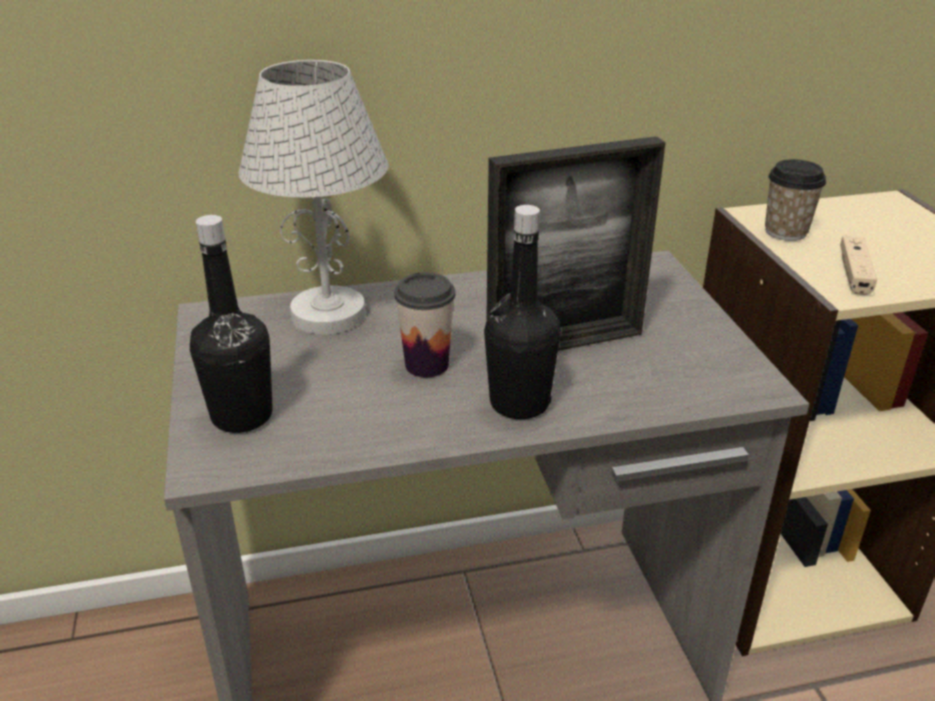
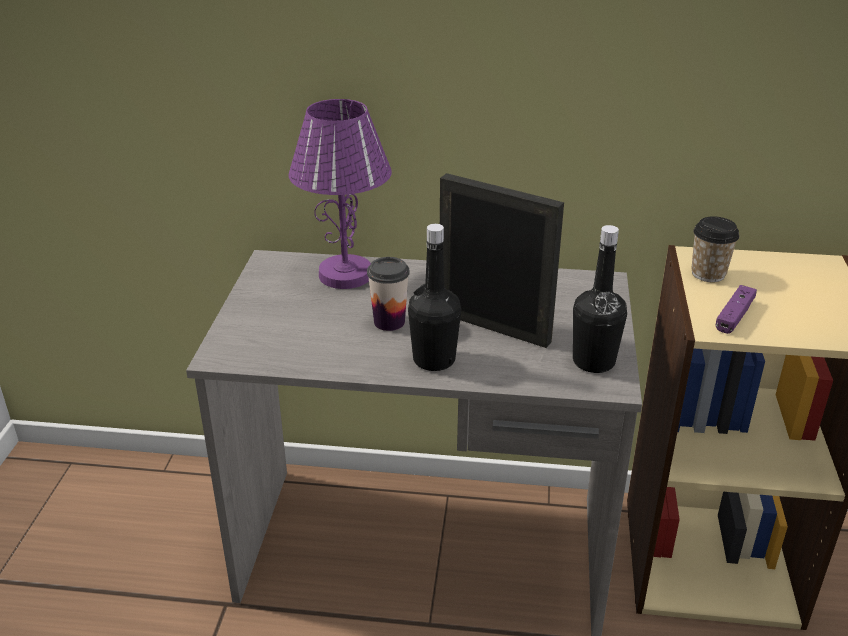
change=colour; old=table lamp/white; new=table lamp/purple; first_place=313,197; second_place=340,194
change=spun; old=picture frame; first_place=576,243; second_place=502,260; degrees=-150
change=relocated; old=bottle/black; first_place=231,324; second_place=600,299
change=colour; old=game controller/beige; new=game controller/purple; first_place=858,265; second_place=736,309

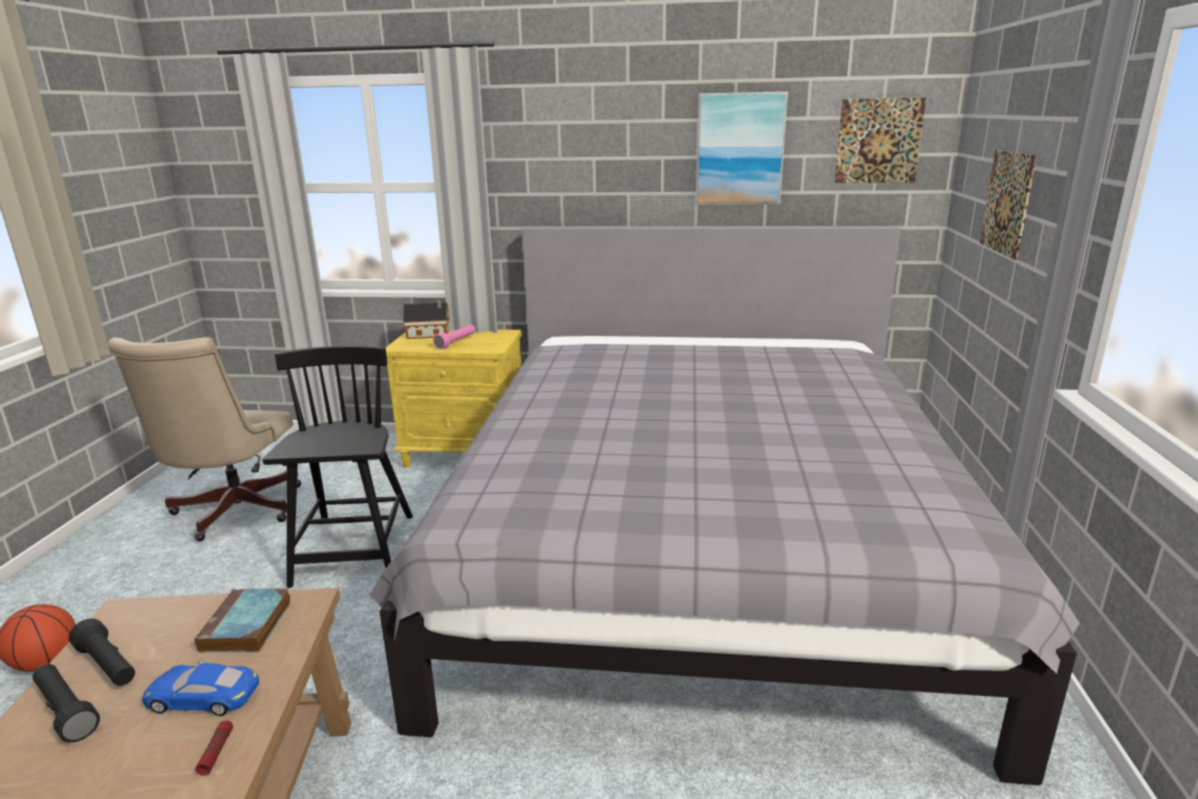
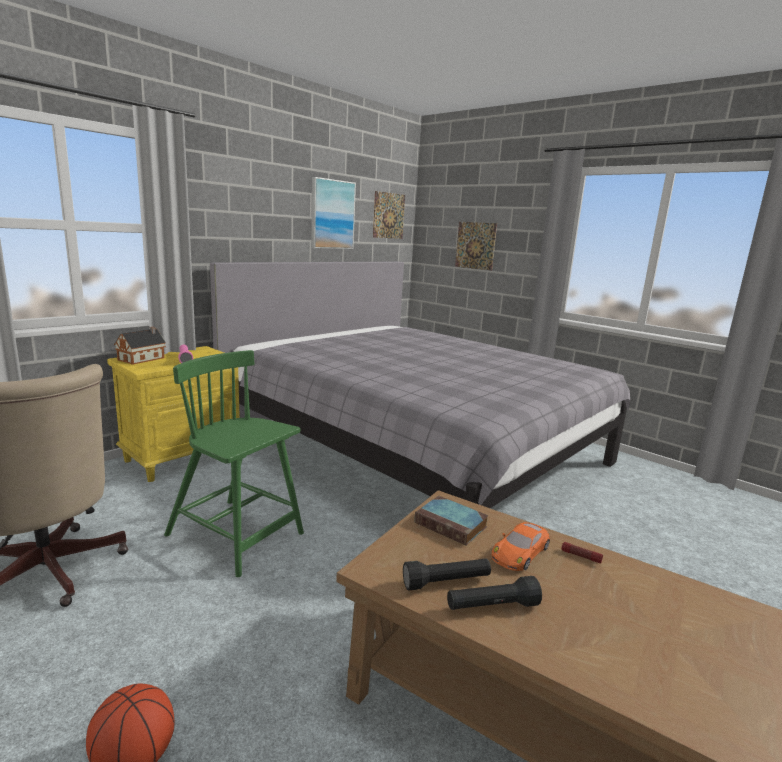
change=colour; old=chair/black; new=chair/green; first_place=337,467; second_place=234,463
change=colour; old=toy car/blue; new=toy car/orange; first_place=200,688; second_place=521,546

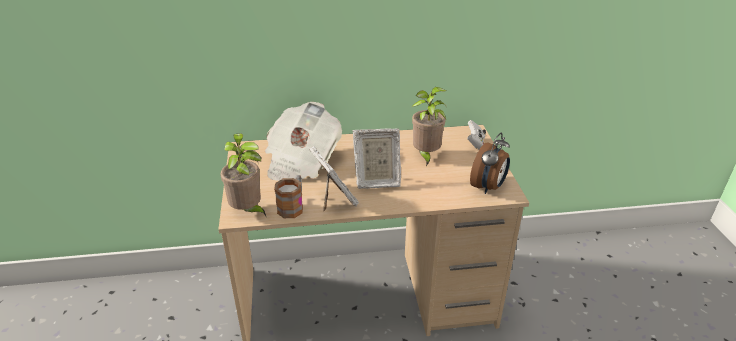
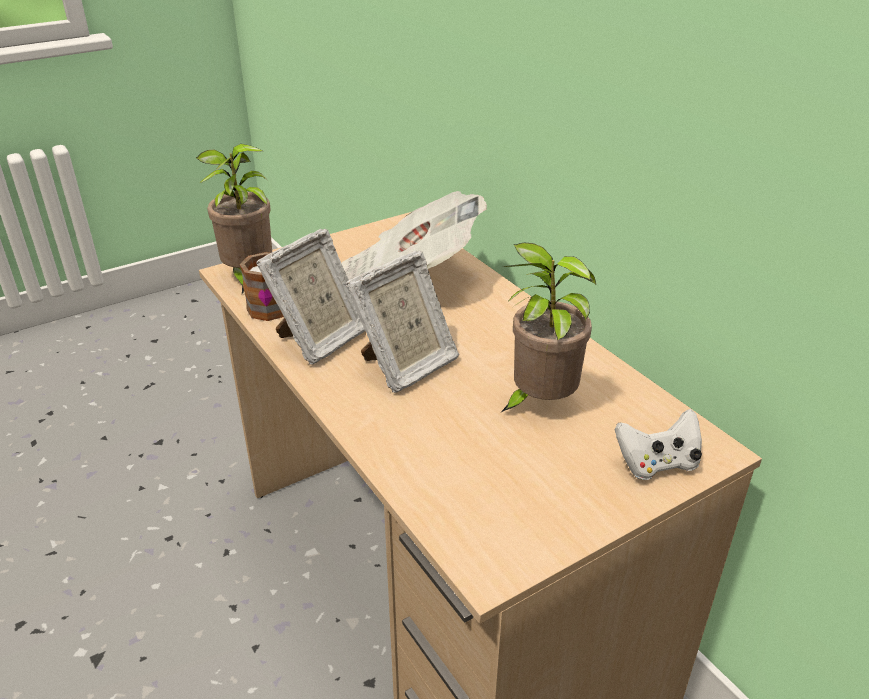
change=spun; old=picture frame; first_place=377,158; second_place=402,322; degrees=-105
change=missing; old=alarm clock; first_place=490,163

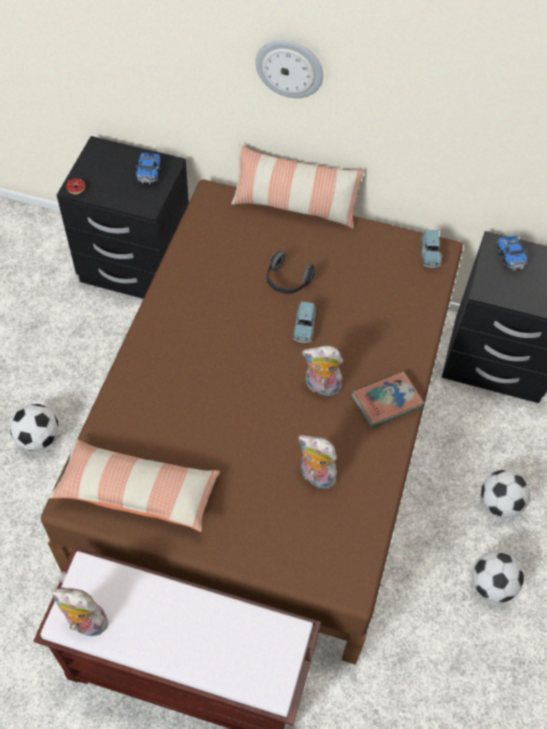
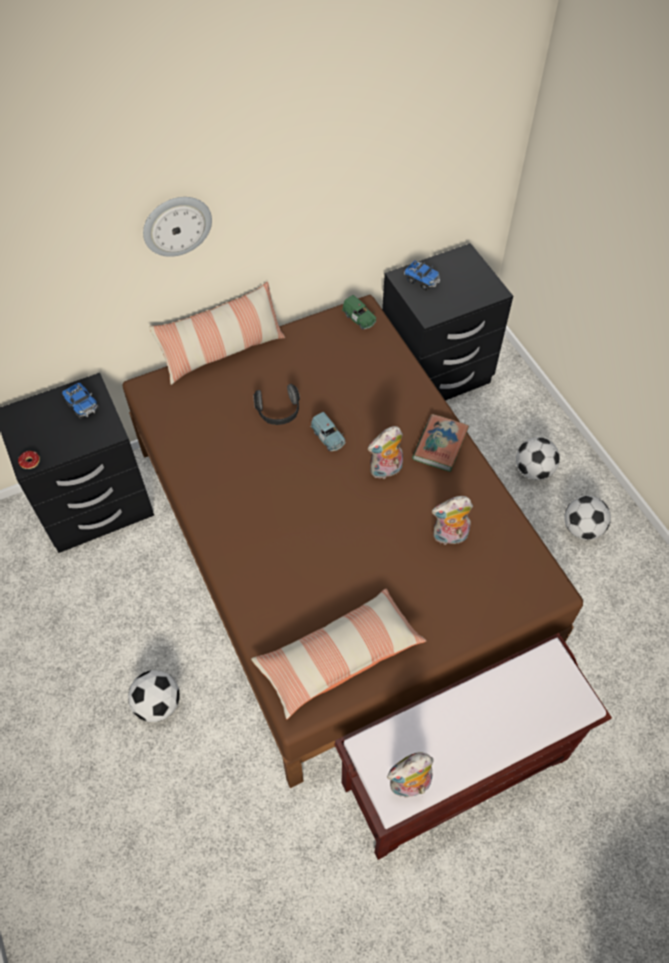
change=colour; old=toy car/blue; new=toy car/green; first_place=432,249; second_place=359,312

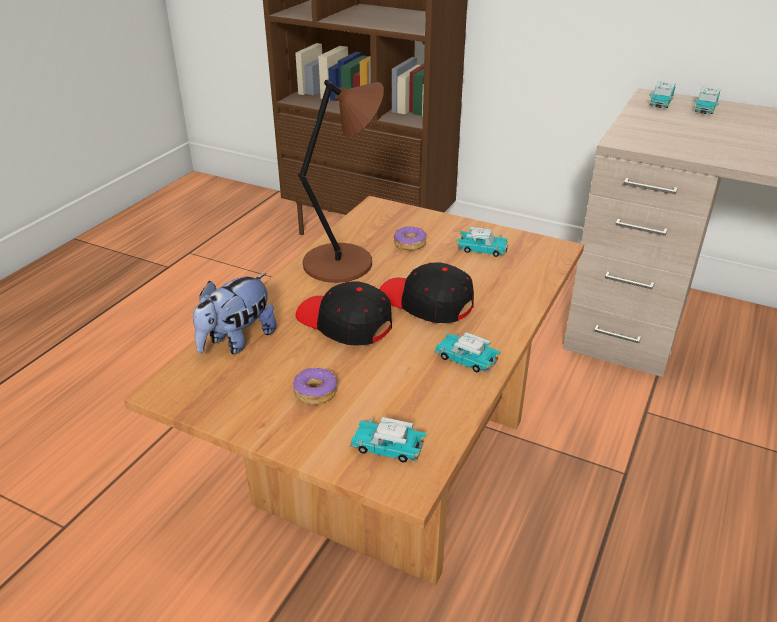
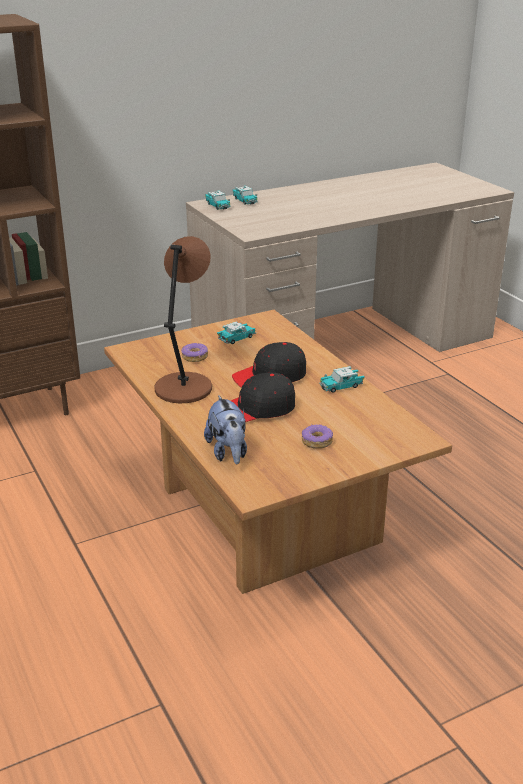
change=missing; old=toy car; first_place=388,439

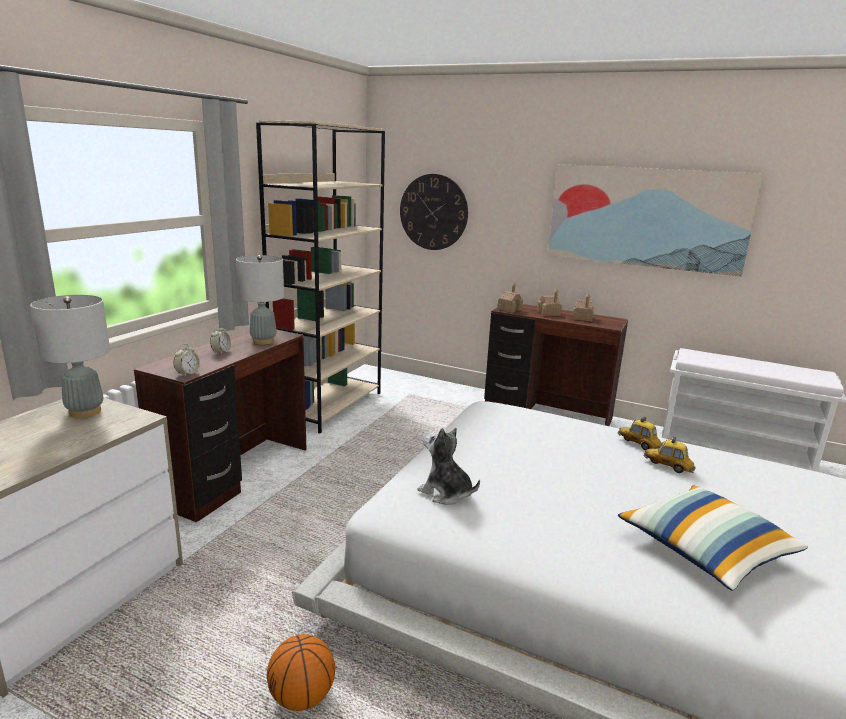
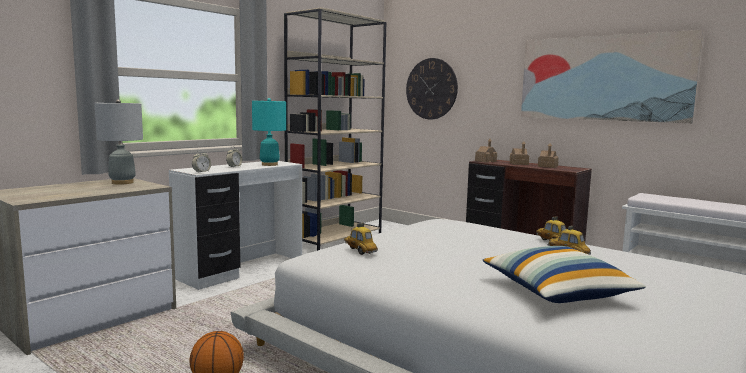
change=colour; old=desk/brown; new=desk/white; first_place=220,426; second_place=235,225
change=colour; old=table lamp/grey; new=table lamp/turquoise; first_place=260,300; second_place=269,132
change=exchanged; old=plush toy; new=toy car; first_place=449,466; second_place=361,239

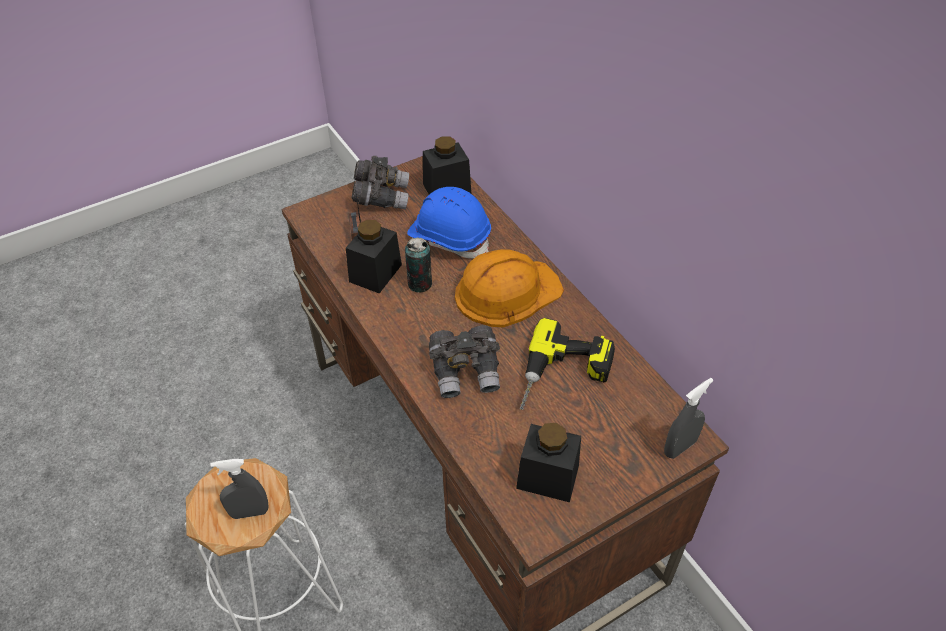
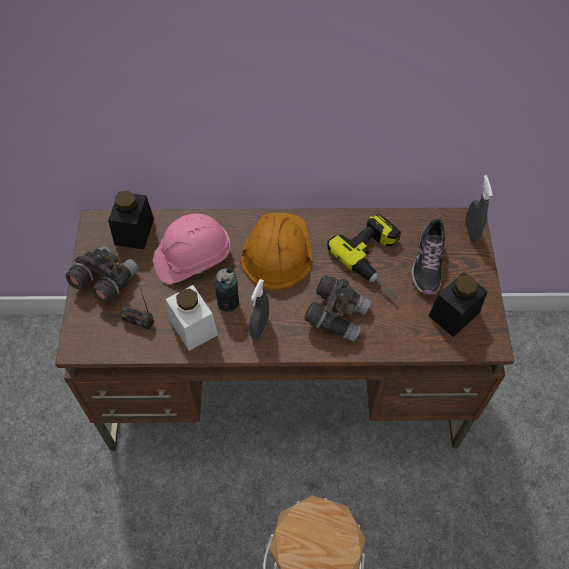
change=colour; old=hard hat/blue; new=hard hat/pink; first_place=449,223; second_place=192,249
change=colour; old=jar/black; new=jar/white; first_place=374,256; second_place=192,318
change=relocated; old=spray bottle/grey; first_place=239,489; second_place=259,309
change=appeared; new=shoe; second_place=428,255

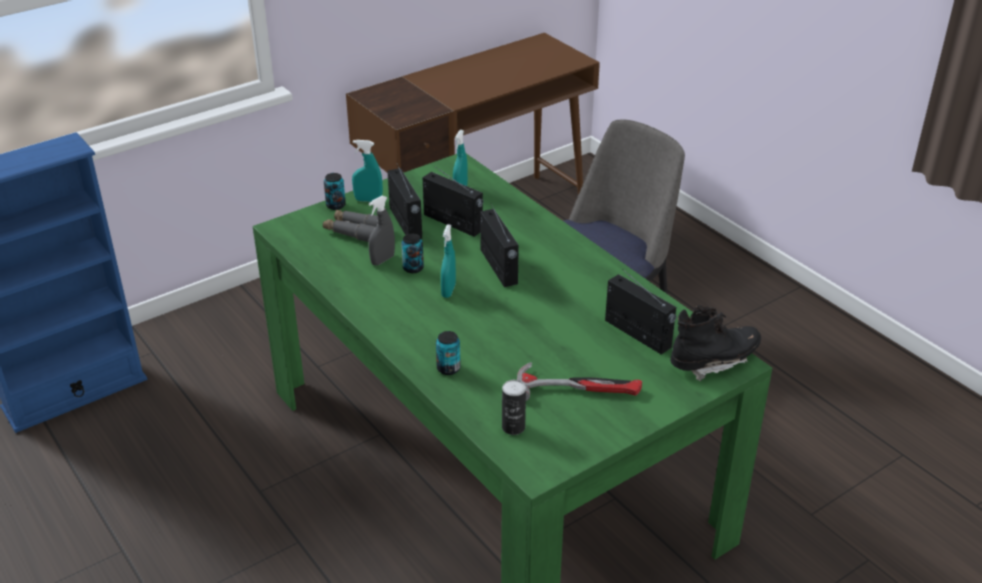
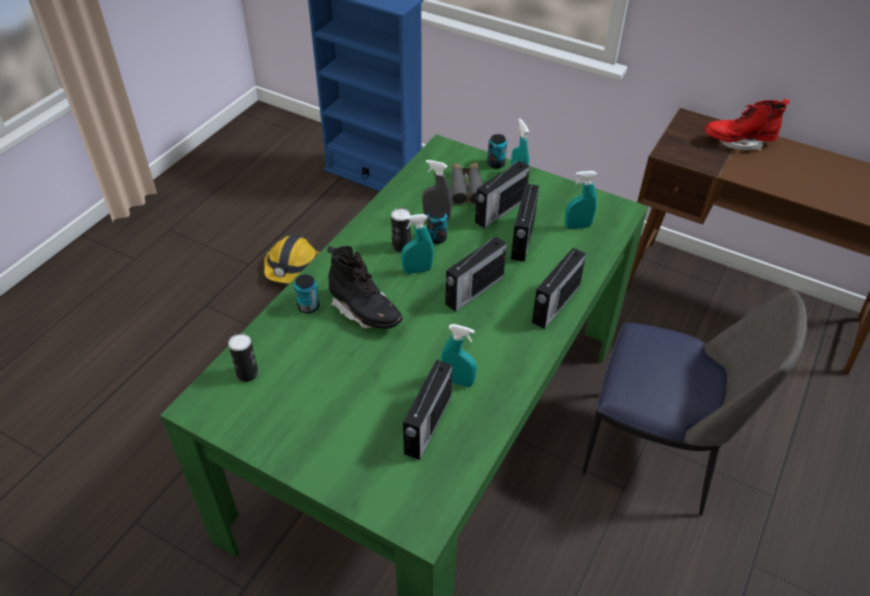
change=appeared; new=hard hat; second_place=291,259
change=relocated; old=boot/black; first_place=715,343; second_place=365,287
change=appeared; new=can; second_place=401,230
change=appeared; new=spray bottle/turquoise; second_place=459,355
change=appeared; new=radio; second_place=559,288
change=appeared; new=boot/red; second_place=747,125
change=missing; old=hammer; first_place=579,381

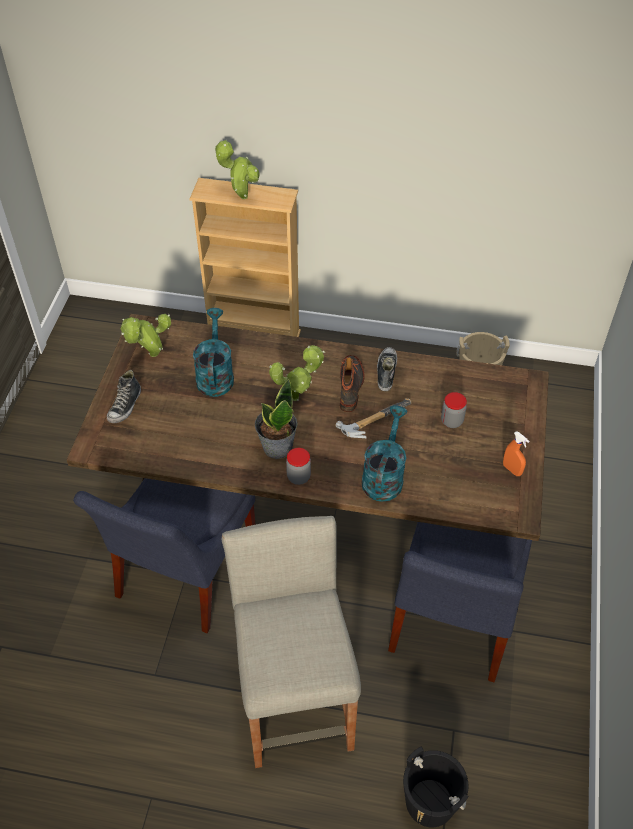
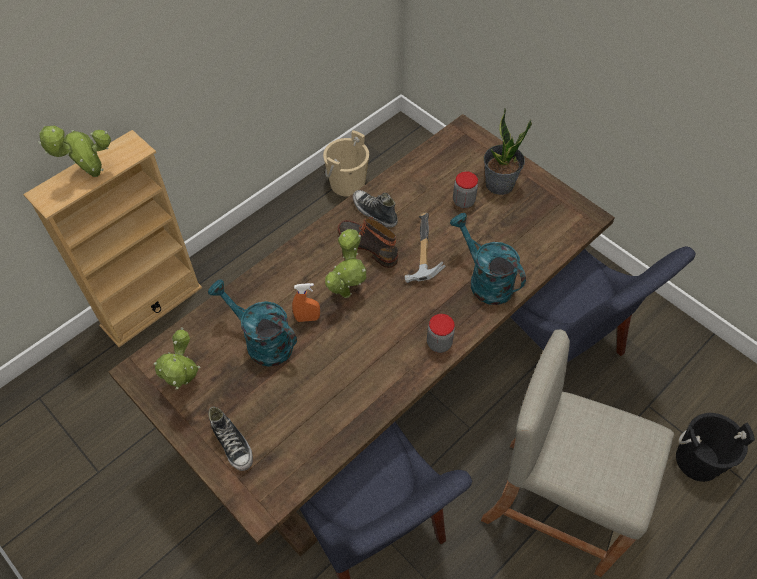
change=relocated; old=spray bottle/orange; first_place=516,453; second_place=306,302
change=relocated; old=potted plant; first_place=276,419; second_place=508,151

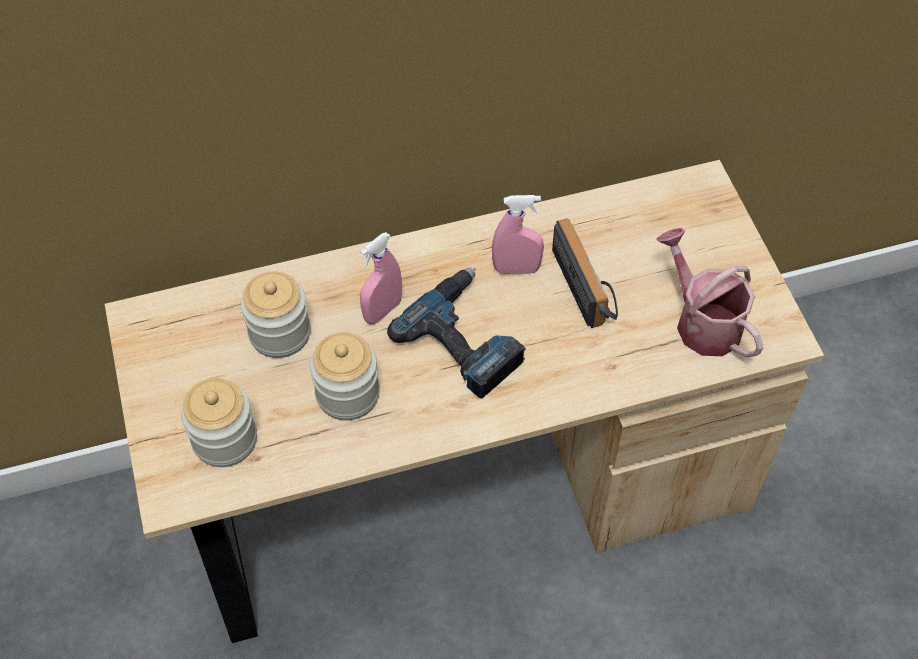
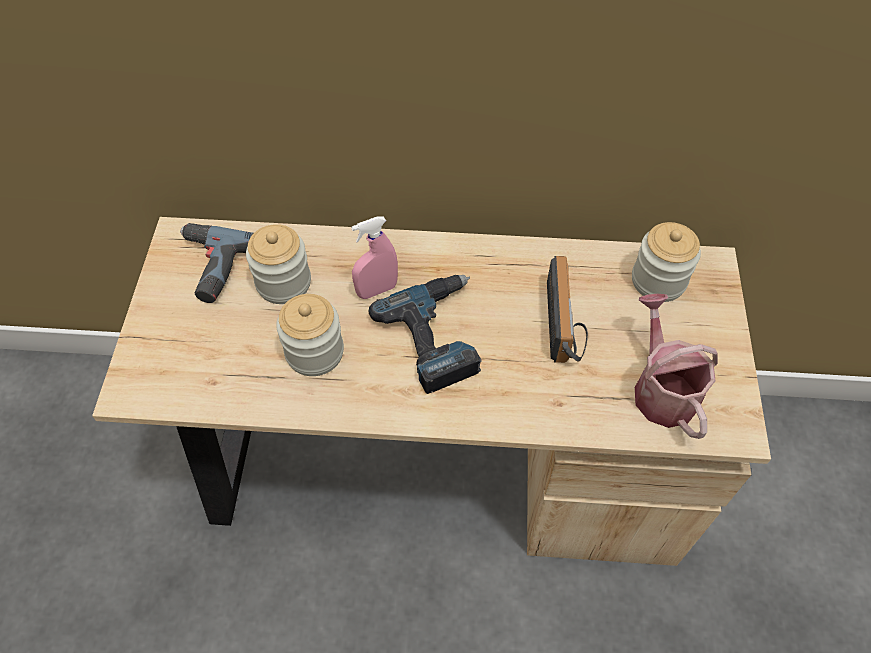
change=appeared; new=power drill; second_place=217,263
change=relocated; old=jar; first_place=219,422; second_place=666,262
change=missing; old=spray bottle/pink; first_place=518,234

